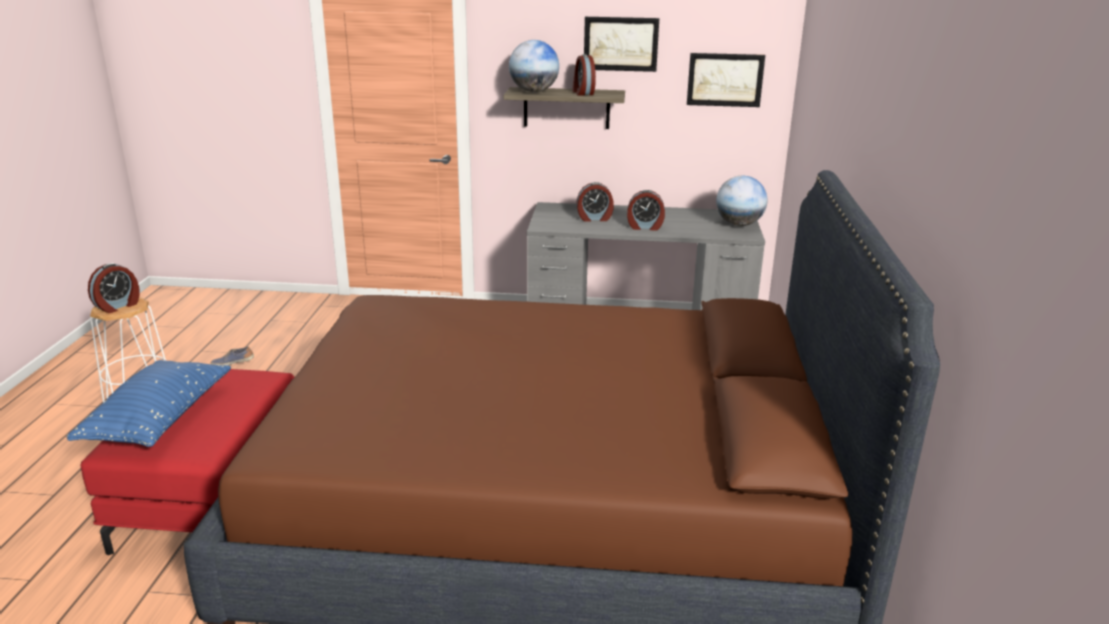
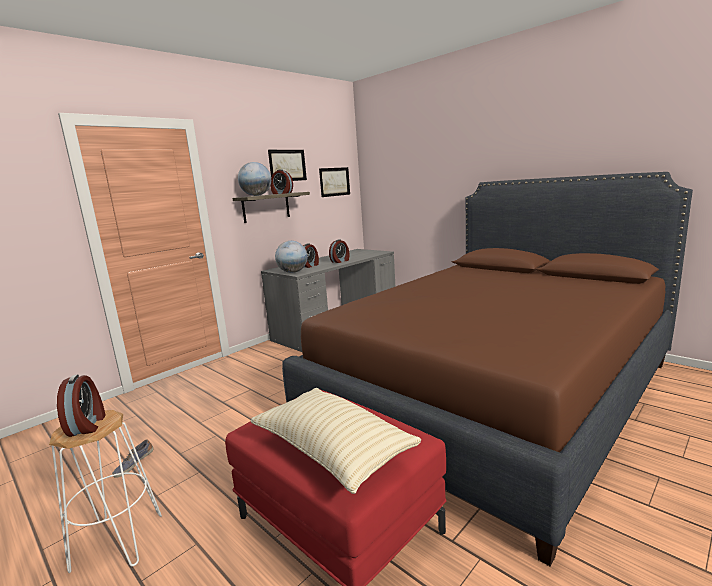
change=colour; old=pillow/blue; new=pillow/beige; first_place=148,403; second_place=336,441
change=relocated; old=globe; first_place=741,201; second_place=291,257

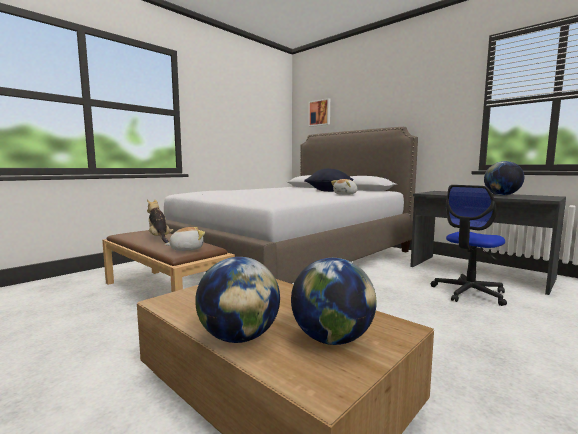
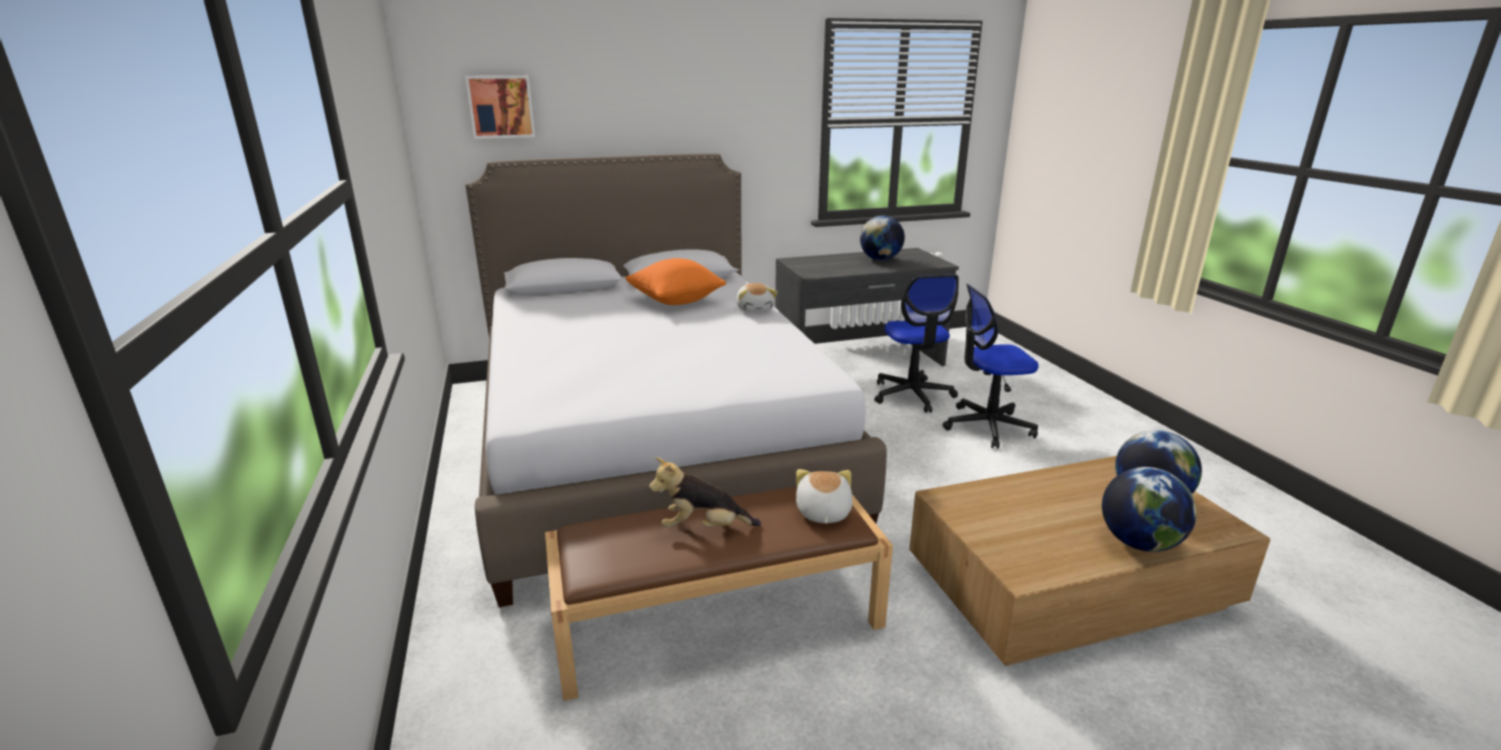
change=colour; old=pillow/black; new=pillow/orange; first_place=329,180; second_place=676,281
change=appeared; new=office chair; second_place=990,366

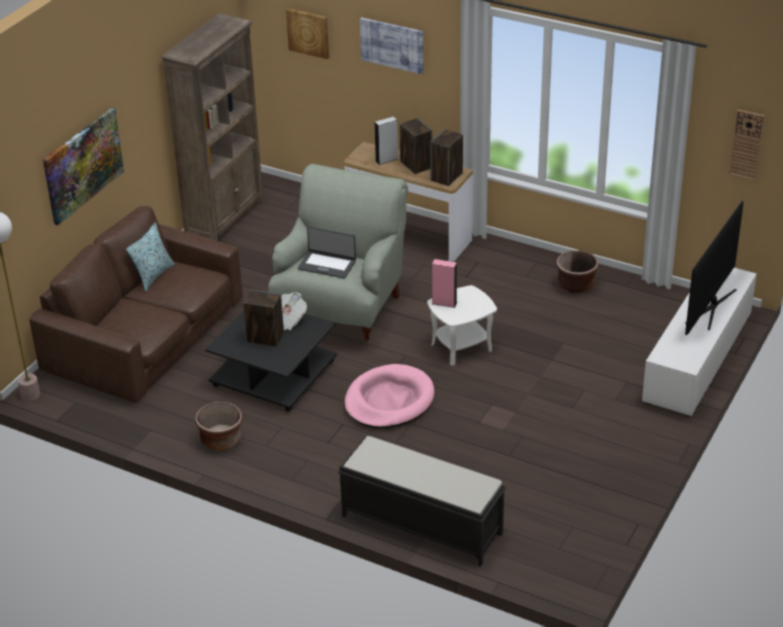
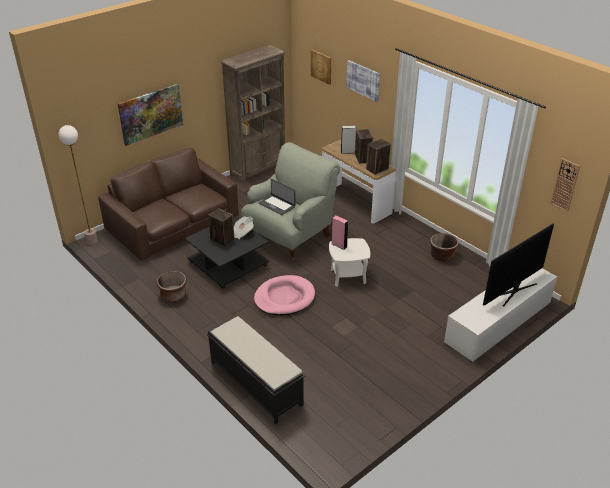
change=missing; old=pillow; first_place=150,257

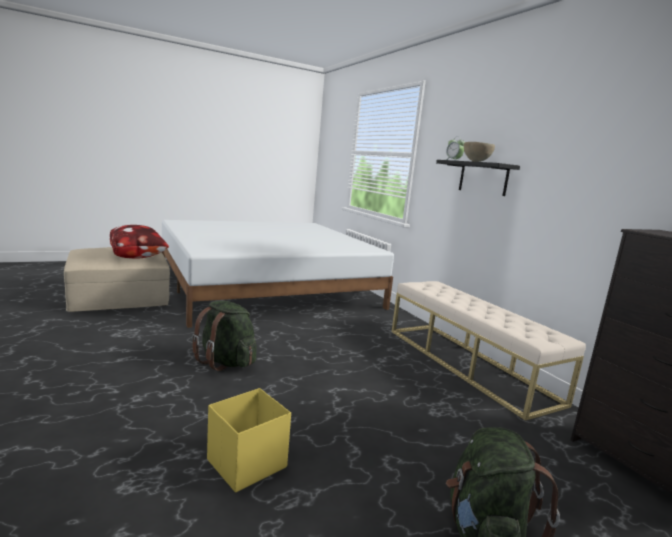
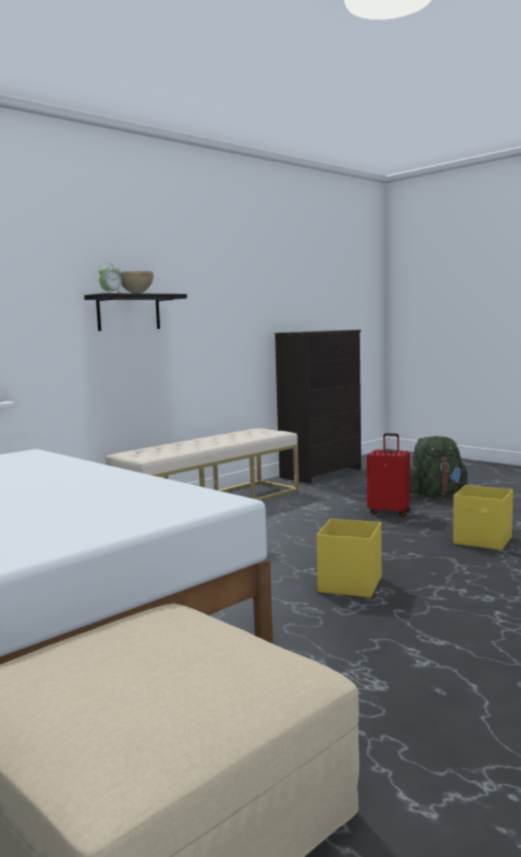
change=exchanged; old=backpack/green; new=storage box/yellow; first_place=224,336; second_place=349,558
change=appeared; new=suitcase/red; second_place=388,475
change=missing; old=pillow; first_place=139,242

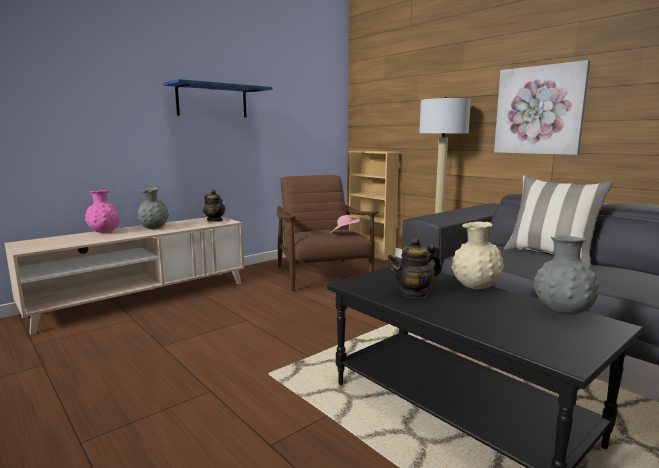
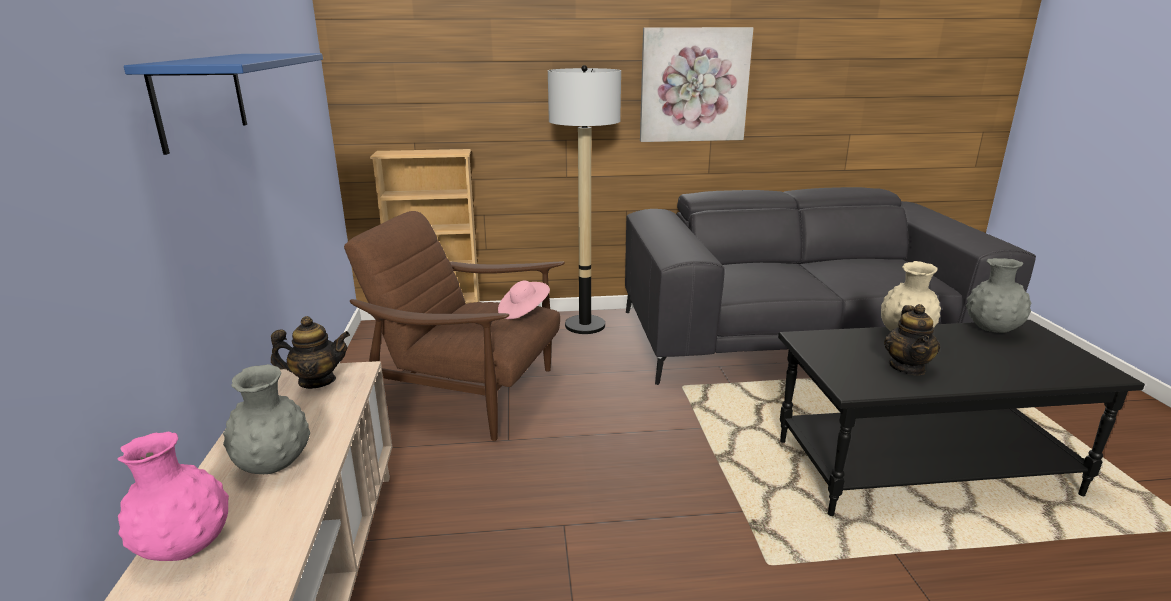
change=missing; old=pillow; first_place=558,221

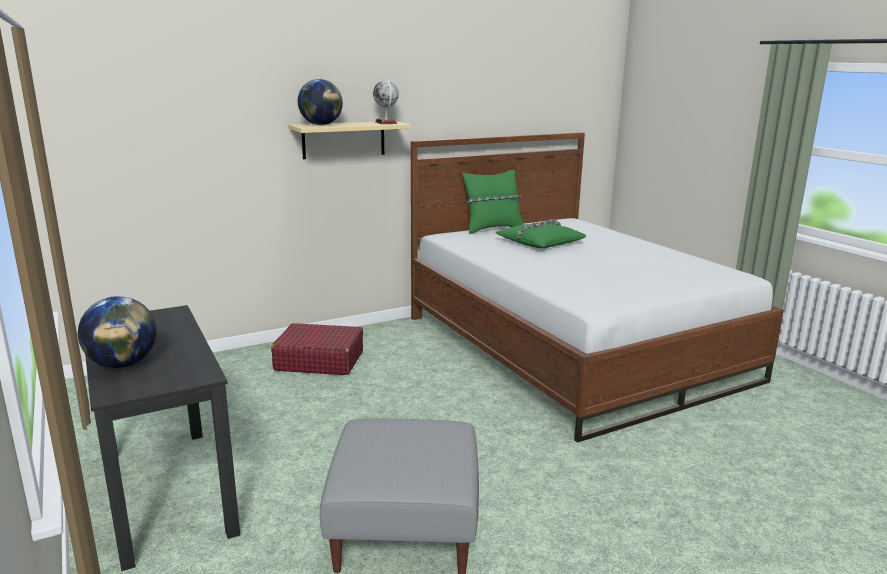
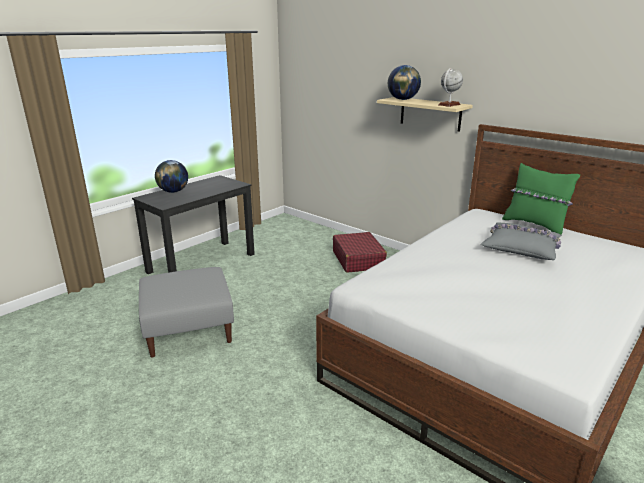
change=colour; old=pillow/green; new=pillow/grey; first_place=541,233; second_place=521,241

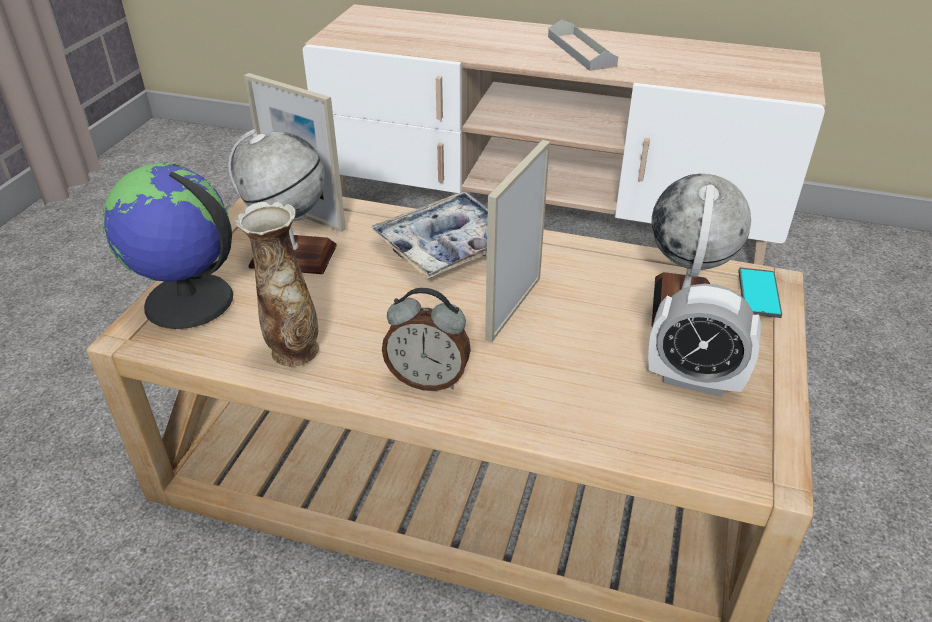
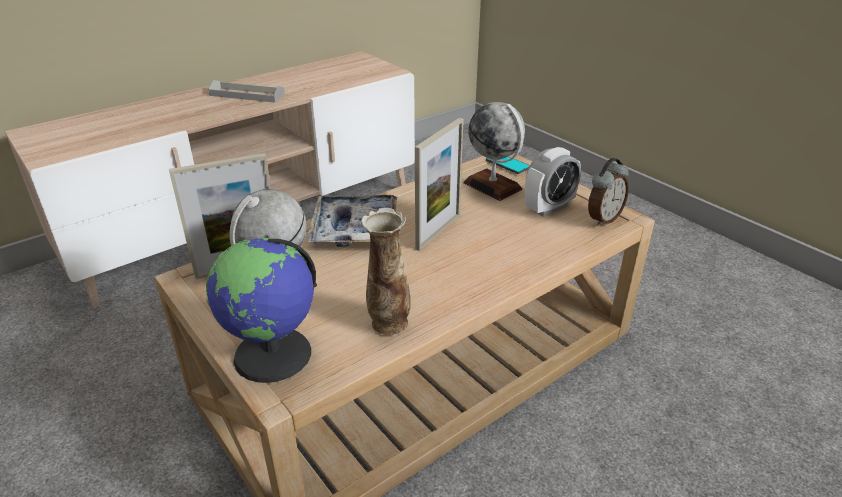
change=spun; old=picture frame; first_place=517,241; second_place=439,184; degrees=-120
change=relocated; old=alarm clock; first_place=426,339; second_place=608,192

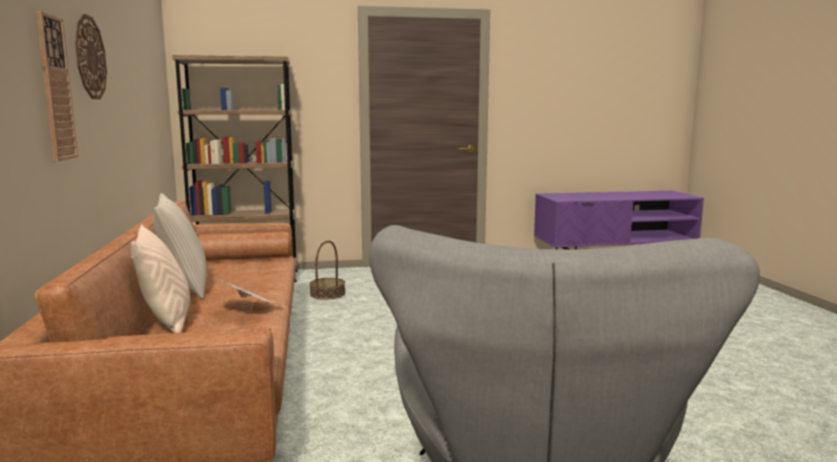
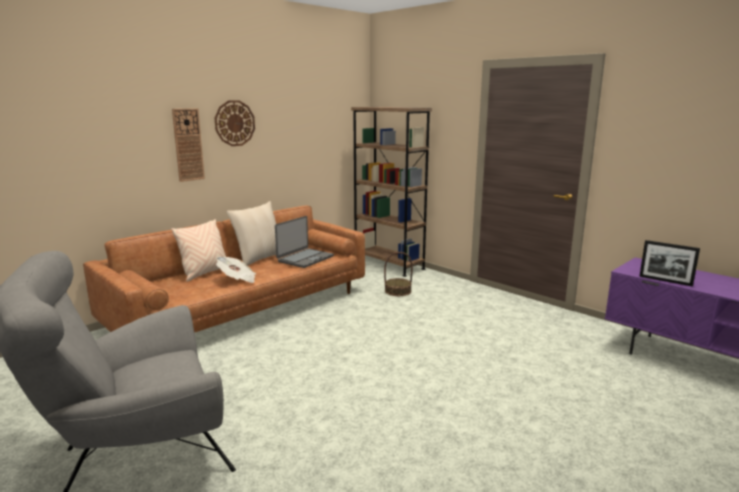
change=appeared; new=laptop; second_place=304,242
change=appeared; new=picture frame; second_place=669,263

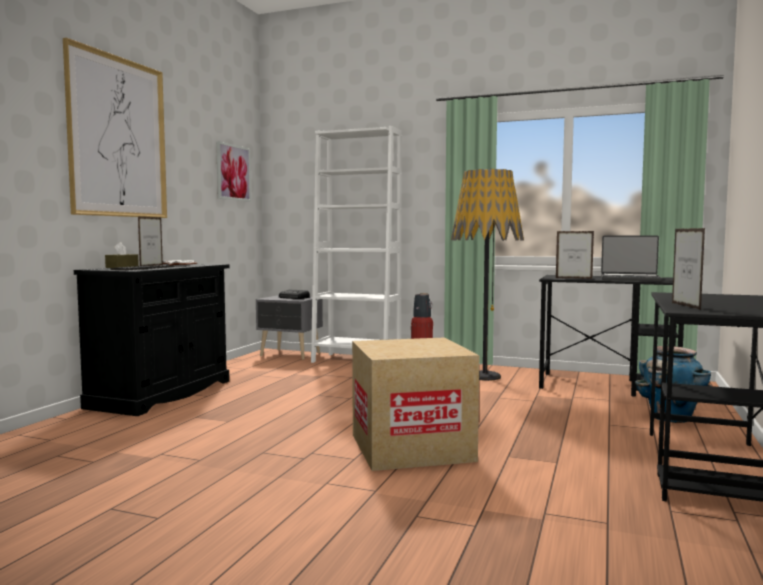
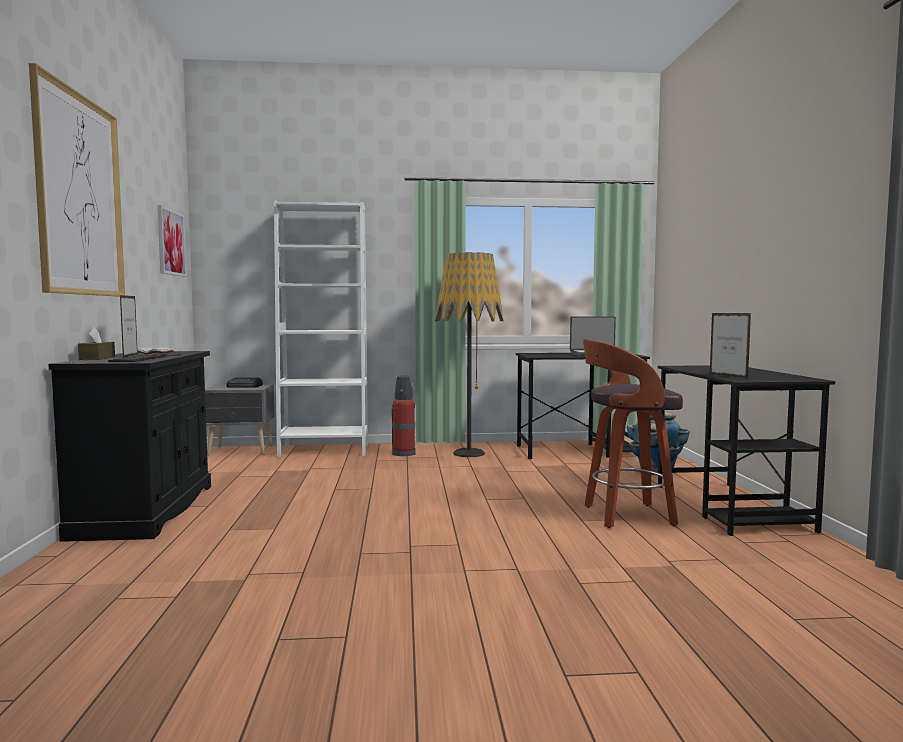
change=appeared; new=stool; second_place=633,433
change=missing; old=cardboard box; first_place=415,404
change=missing; old=picture frame; first_place=575,255

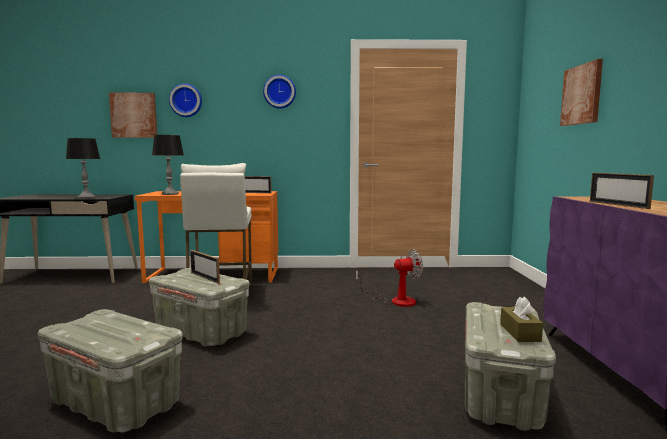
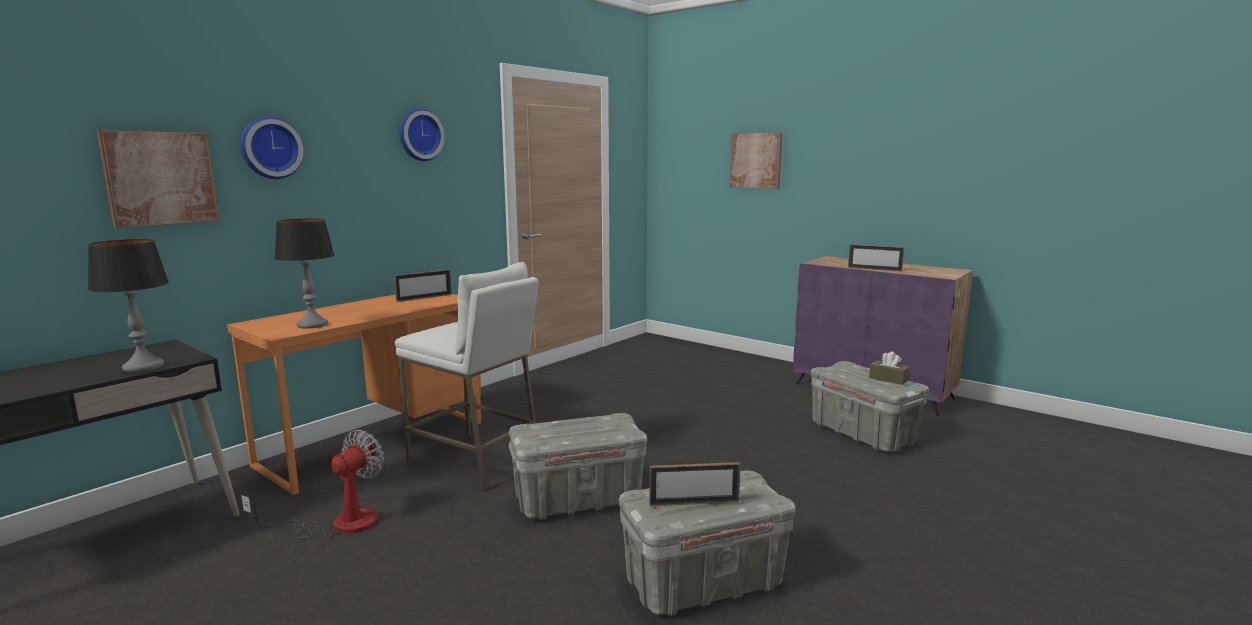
change=relocated; old=fan; first_place=389,278; second_place=312,484
change=relocated; old=picture frame; first_place=205,267; second_place=695,484

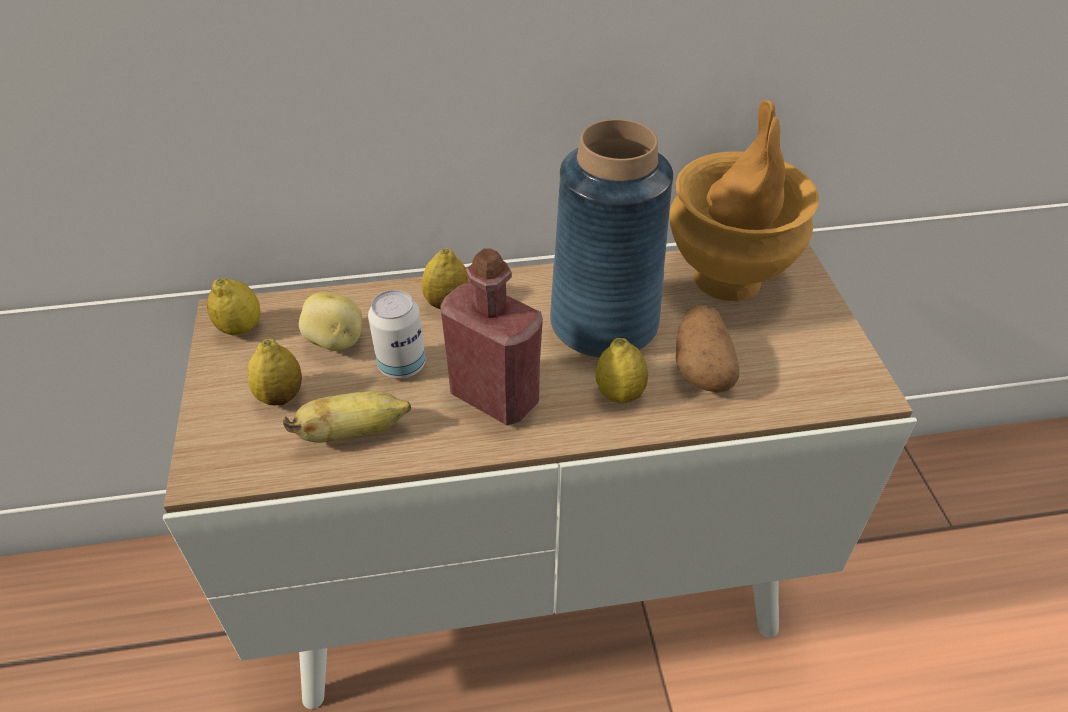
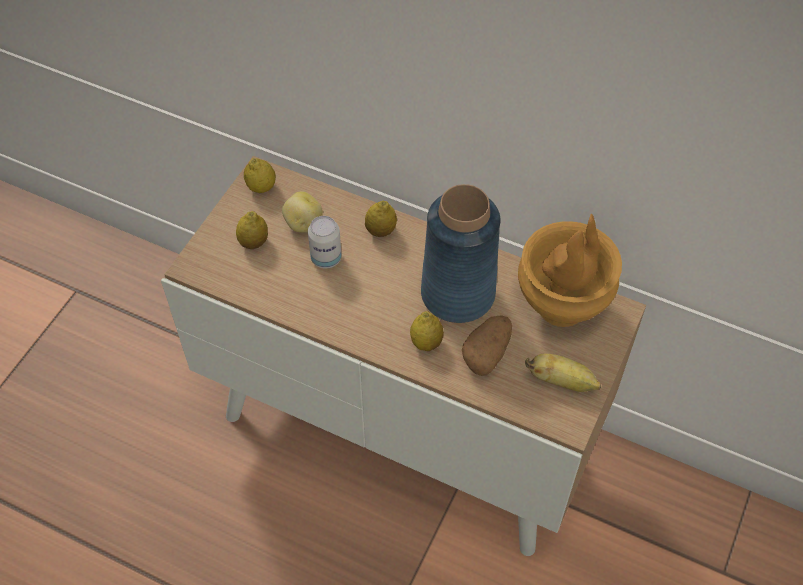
change=relocated; old=banana; first_place=347,417; second_place=563,372
change=missing; old=bottle/red; first_place=491,336

